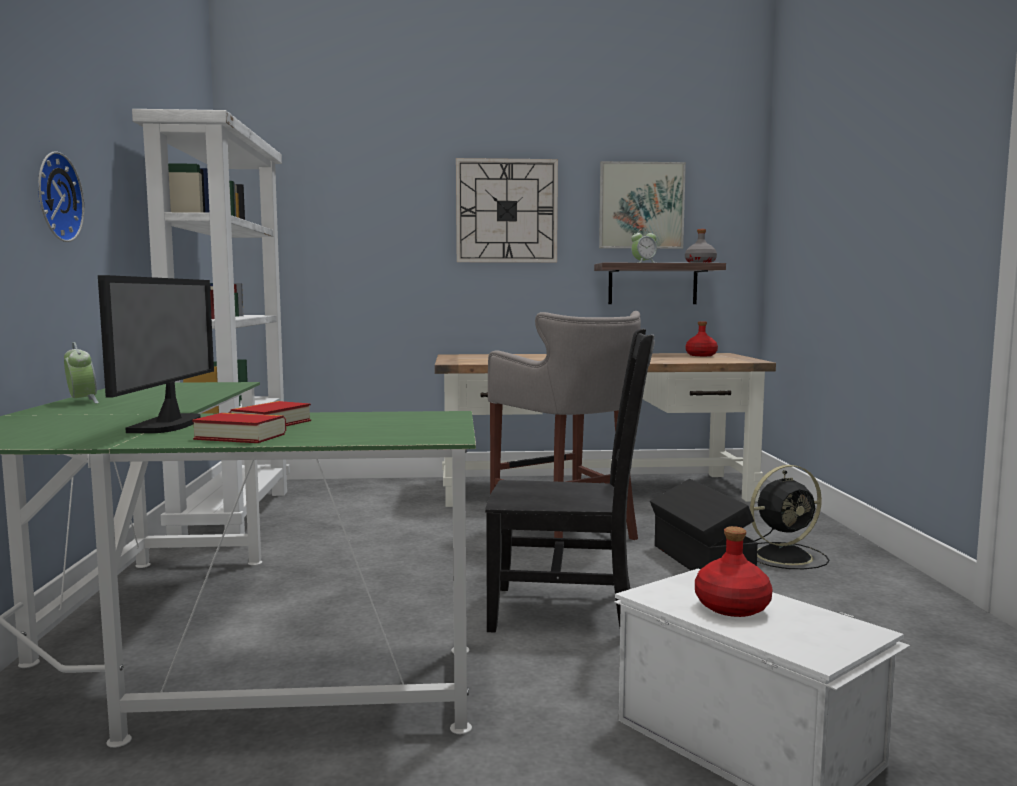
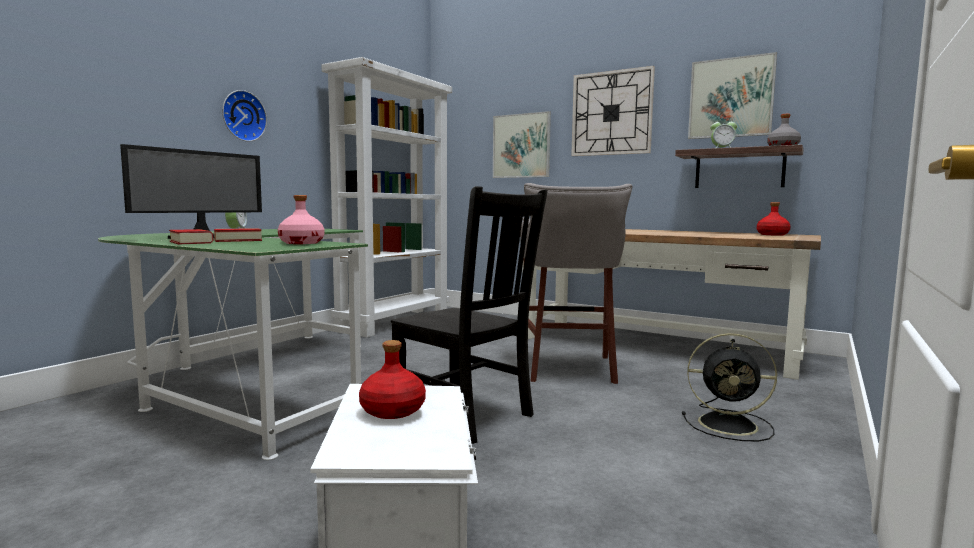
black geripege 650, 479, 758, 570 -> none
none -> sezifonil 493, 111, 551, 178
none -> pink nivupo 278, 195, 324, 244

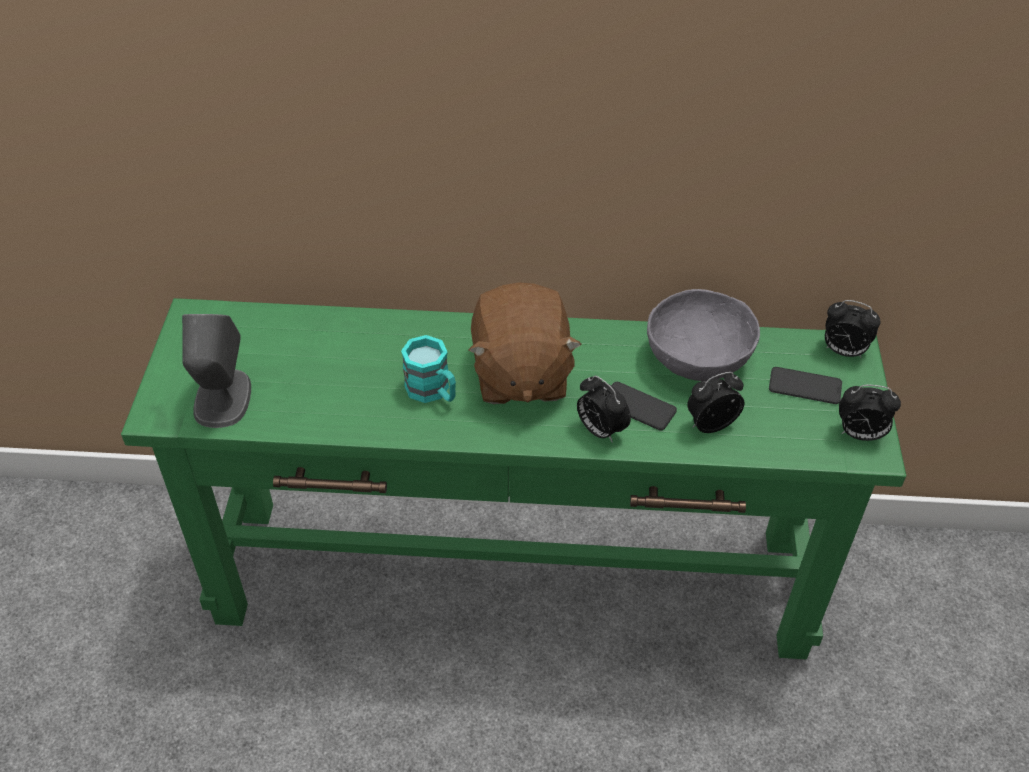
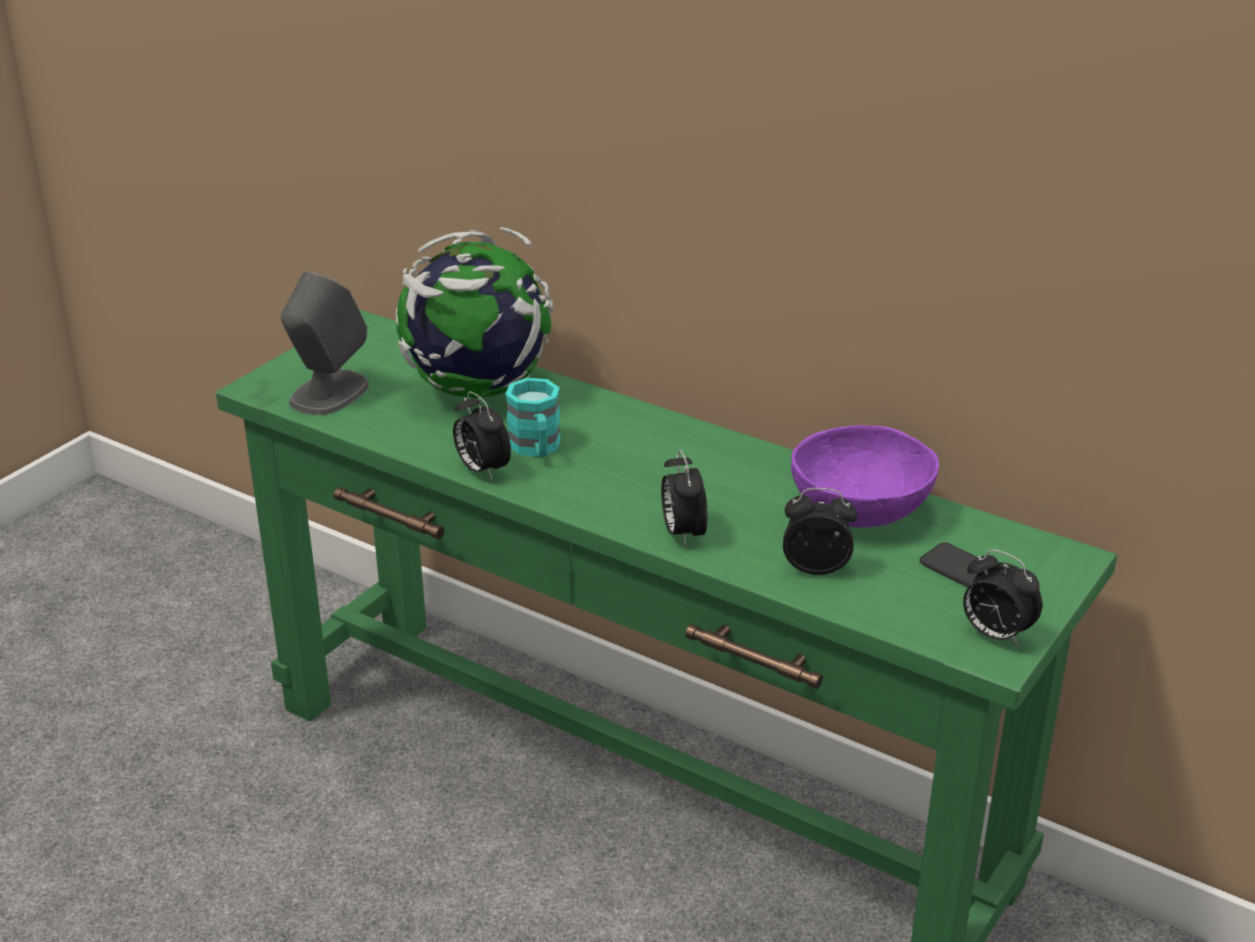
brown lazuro 469, 282, 582, 404 -> none
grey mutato 647, 289, 760, 381 -> purple mutato 791, 425, 939, 528
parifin 825, 300, 881, 358 -> parifin 453, 391, 511, 481, moved
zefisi 611, 382, 677, 430 -> none
none -> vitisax 396, 227, 553, 399

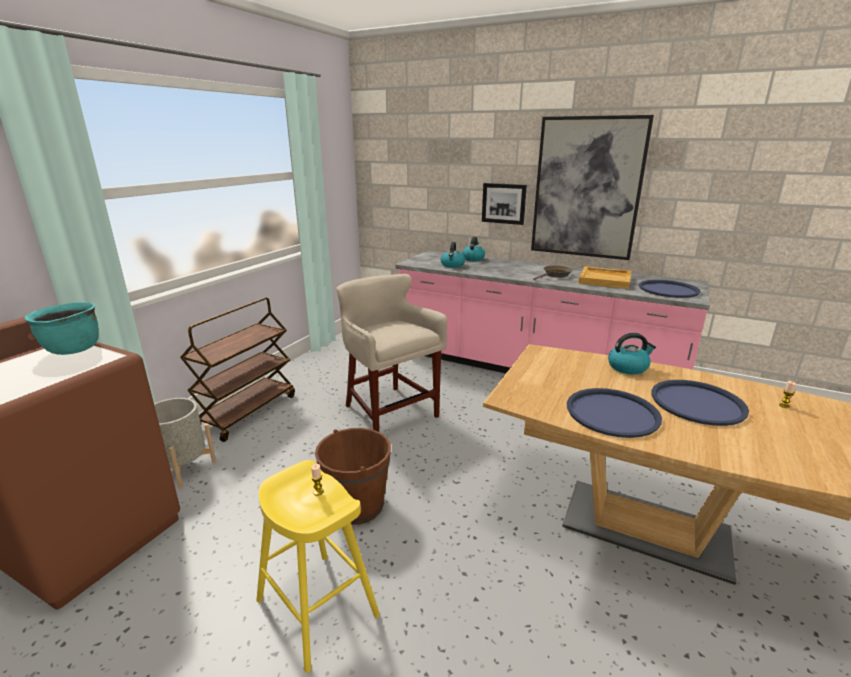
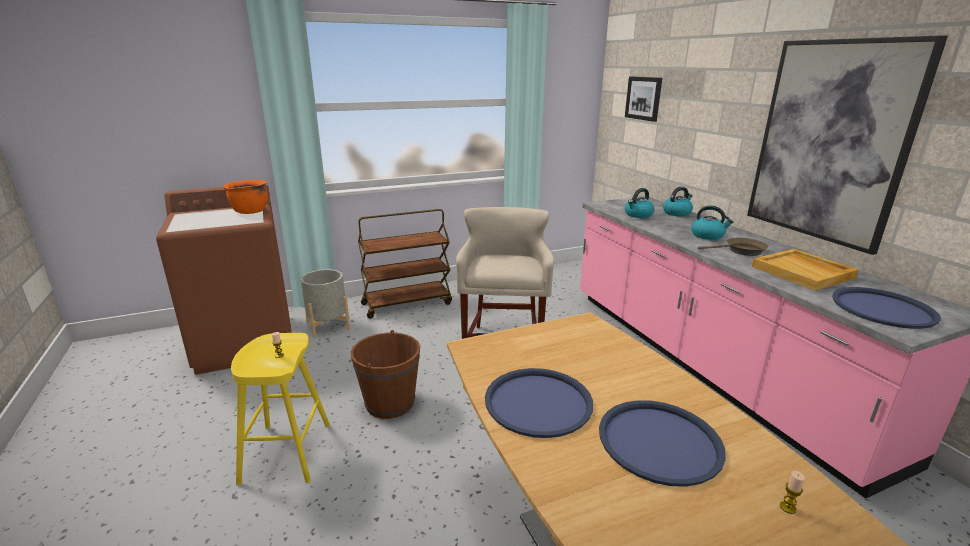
sezifonil 482, 183, 527, 225 -> sezifonil 625, 76, 662, 122, moved
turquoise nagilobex 24, 302, 99, 355 -> orange nagilobex 223, 180, 268, 214
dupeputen 608, 333, 656, 375 -> dupeputen 691, 205, 734, 240, moved

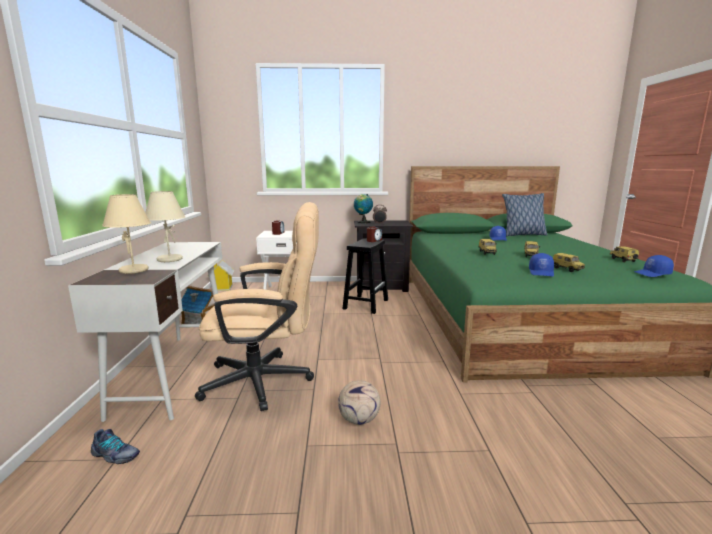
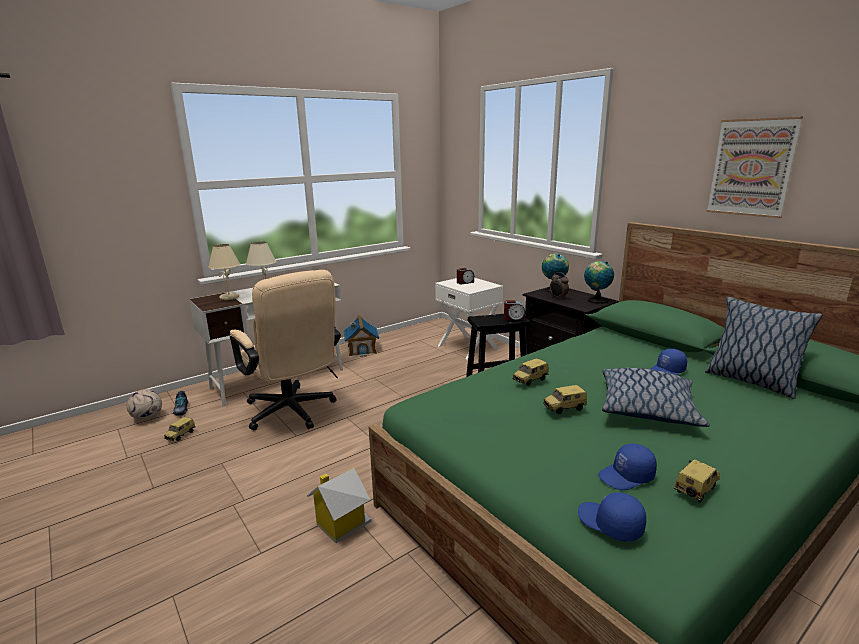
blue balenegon 529, 253, 554, 277 -> blue balenegon 598, 444, 657, 490, moved
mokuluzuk 553, 253, 585, 272 -> mokuluzuk 164, 417, 196, 441, moved
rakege 207, 260, 235, 291 -> rakege 307, 468, 372, 543, moved
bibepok 338, 380, 380, 425 -> bibepok 127, 389, 162, 420, moved
none -> sezifonil 706, 117, 803, 218
none -> vitisax 584, 261, 614, 304
none -> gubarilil 602, 368, 710, 427

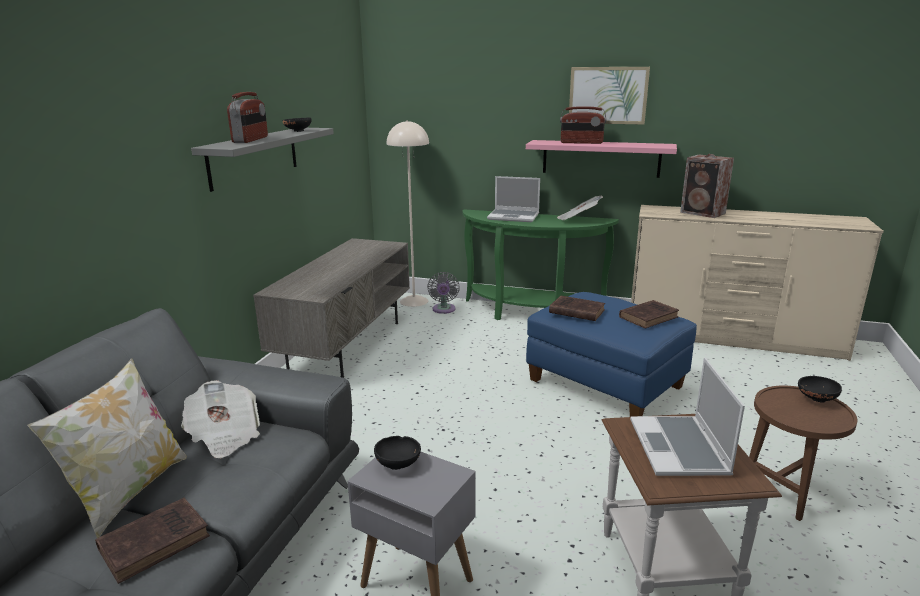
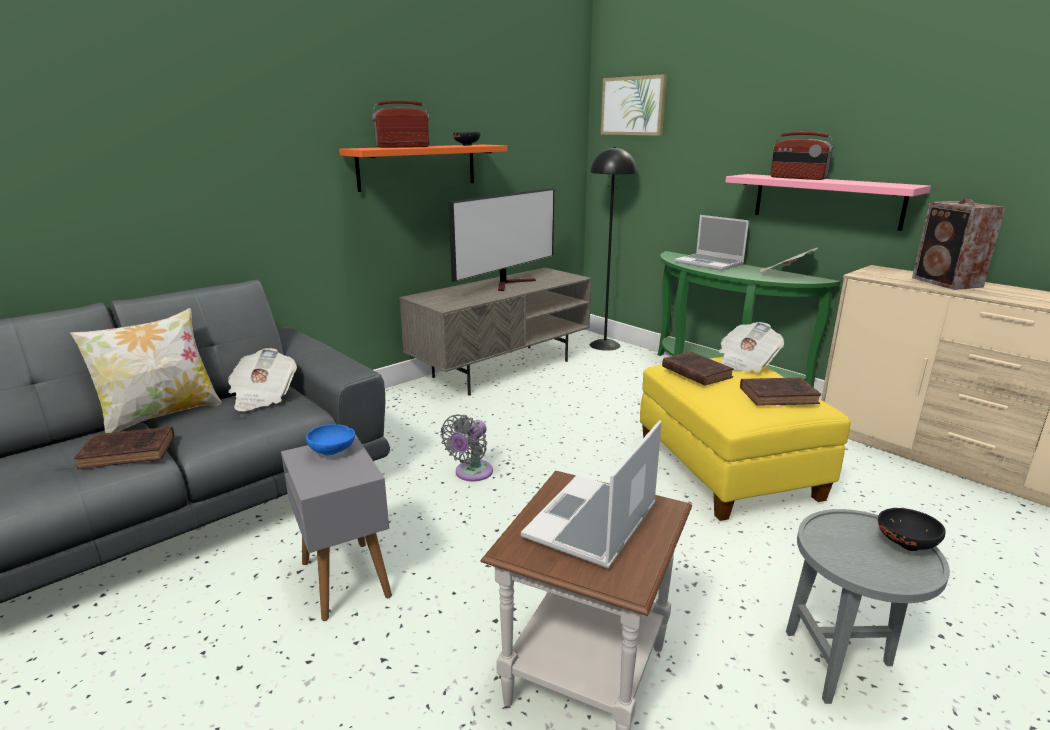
sezifonil 569, 67, 650, 125 -> sezifonil 601, 74, 667, 136, moved
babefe 227, 92, 268, 143 -> babefe 372, 100, 429, 148, 150 degrees counterclockwise
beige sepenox 387, 120, 429, 307 -> black sepenox 590, 147, 637, 351
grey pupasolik 191, 128, 334, 192 -> orange pupasolik 339, 145, 507, 192
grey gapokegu 427, 272, 460, 314 -> grey gapokegu 440, 414, 493, 481, moved
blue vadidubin 526, 292, 697, 417 -> yellow vadidubin 640, 357, 851, 521
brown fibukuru 749, 386, 858, 521 -> grey fibukuru 786, 509, 950, 704
black mutato 374, 436, 421, 470 -> blue mutato 306, 424, 355, 455
none -> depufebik 448, 188, 554, 291
none -> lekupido 718, 322, 784, 372

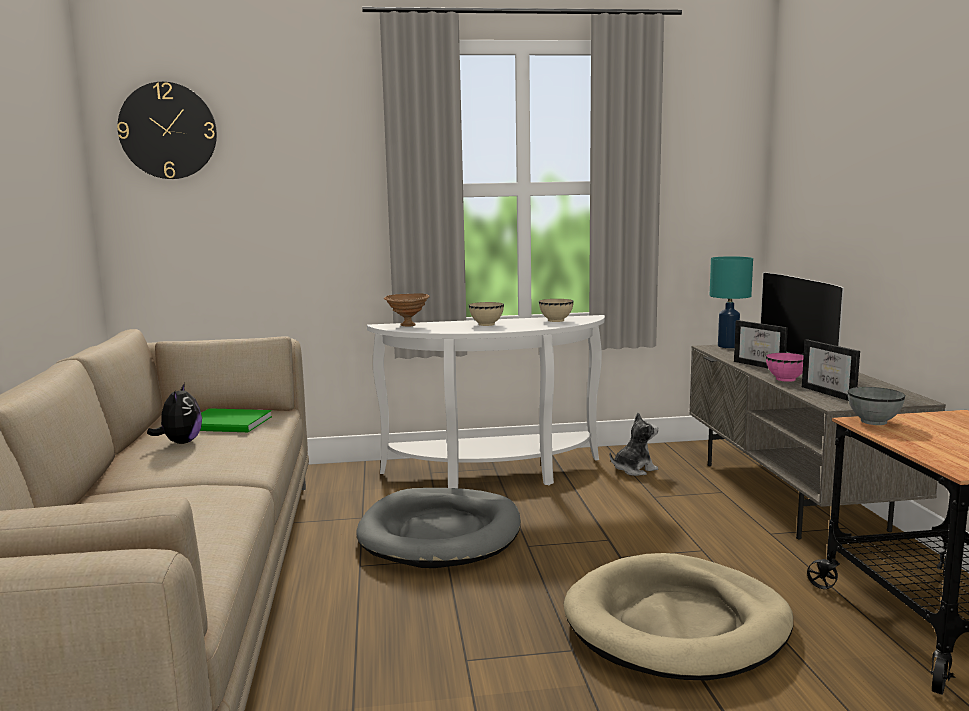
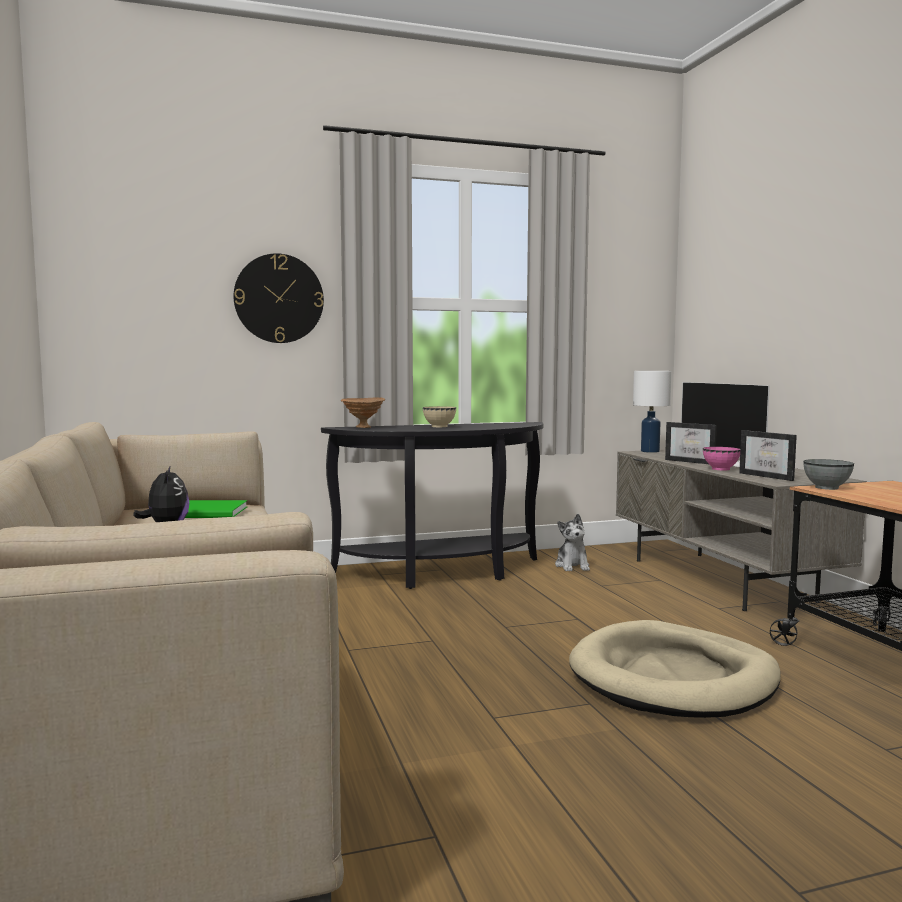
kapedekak 117, 82, 217, 179 -> kapedekak 234, 253, 324, 343, moved
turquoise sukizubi 710, 256, 753, 348 -> white sukizubi 633, 371, 672, 453
beige mutato 539, 299, 574, 322 -> none
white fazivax 367, 315, 605, 488 -> black fazivax 321, 422, 543, 589
lazuro 610, 413, 658, 476 -> lazuro 555, 514, 590, 571, 120 degrees clockwise
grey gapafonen 357, 488, 521, 568 -> none

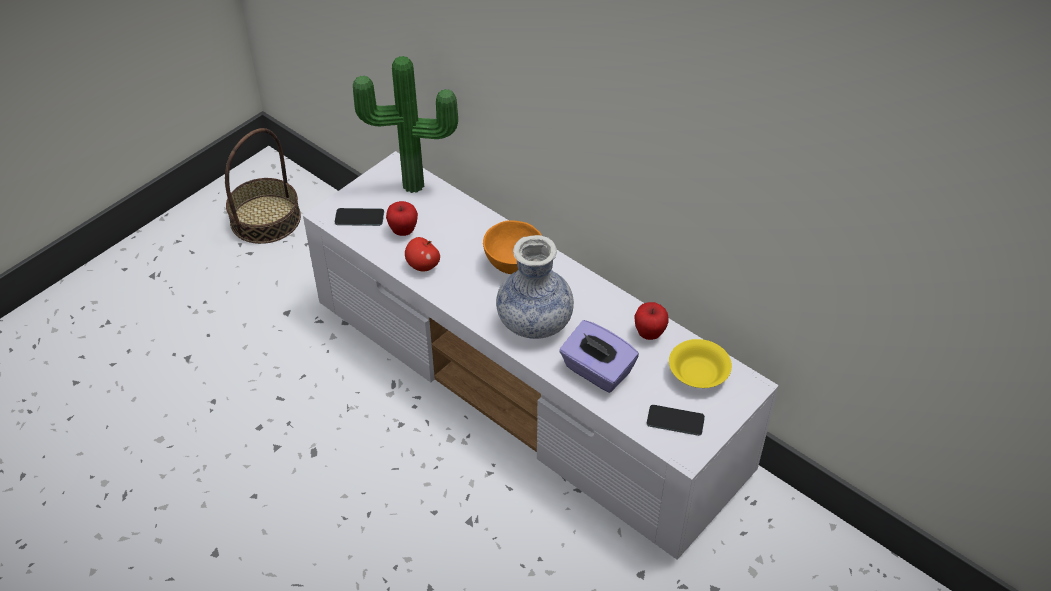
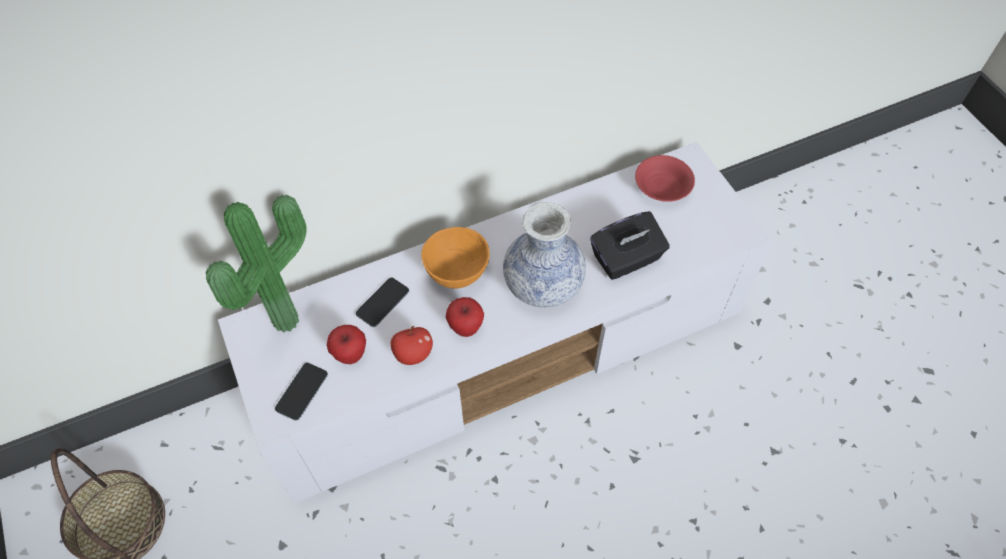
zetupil 634, 302, 669, 340 -> zetupil 445, 297, 484, 337, moved
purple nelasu 559, 320, 639, 393 -> black nelasu 590, 211, 670, 280
yellow mutato 669, 339, 732, 388 -> red mutato 635, 155, 695, 202
zefisi 647, 405, 705, 436 -> zefisi 356, 278, 409, 327, moved

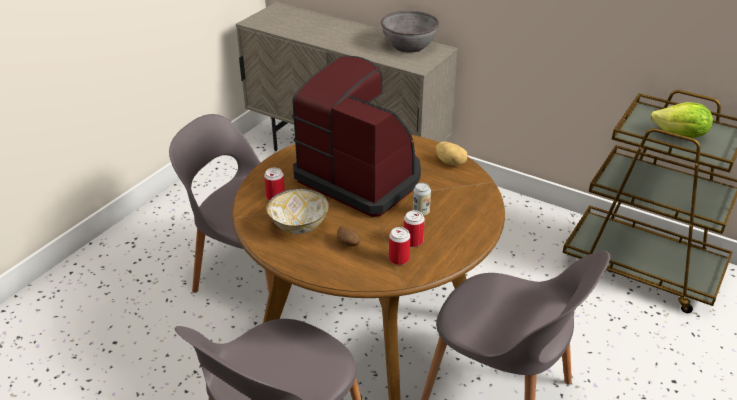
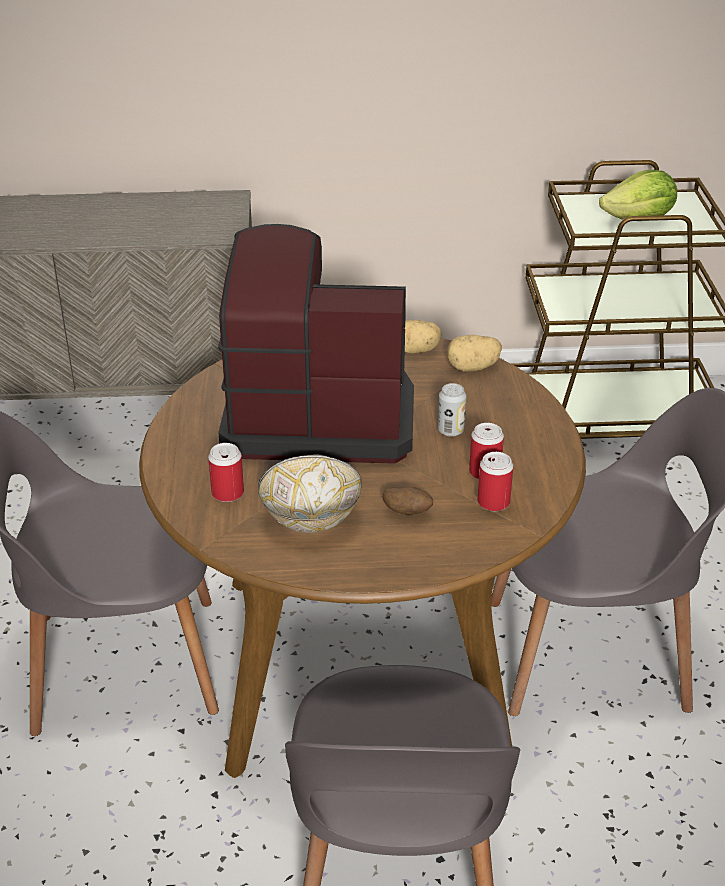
grey mutato 381, 10, 439, 53 -> none
none -> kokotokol 447, 335, 502, 371

